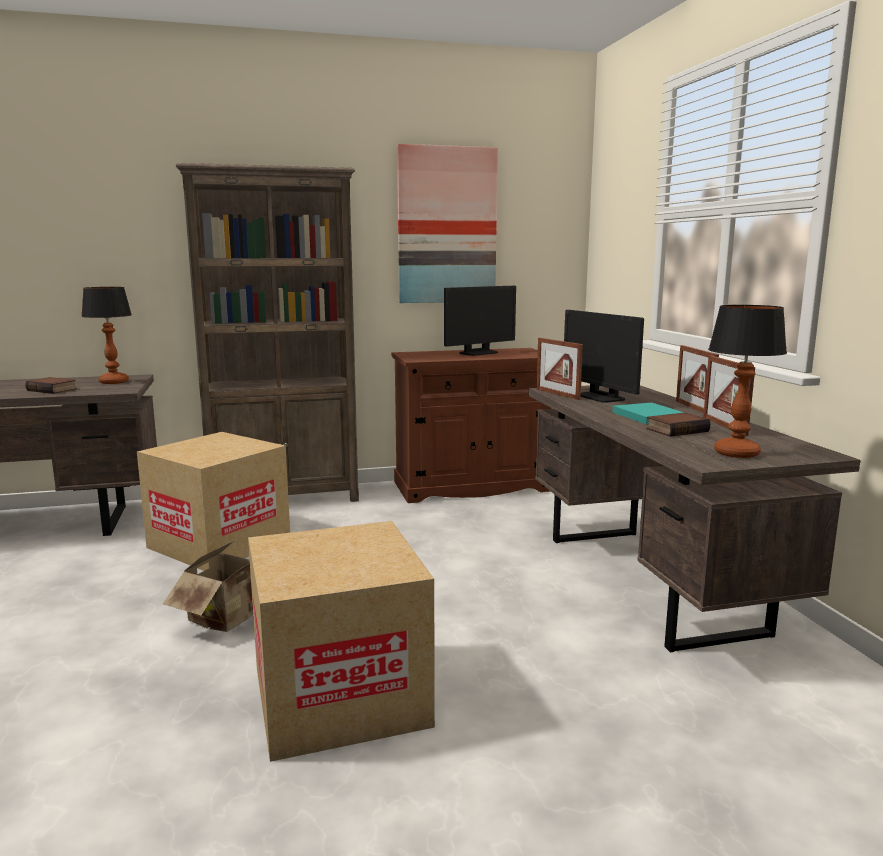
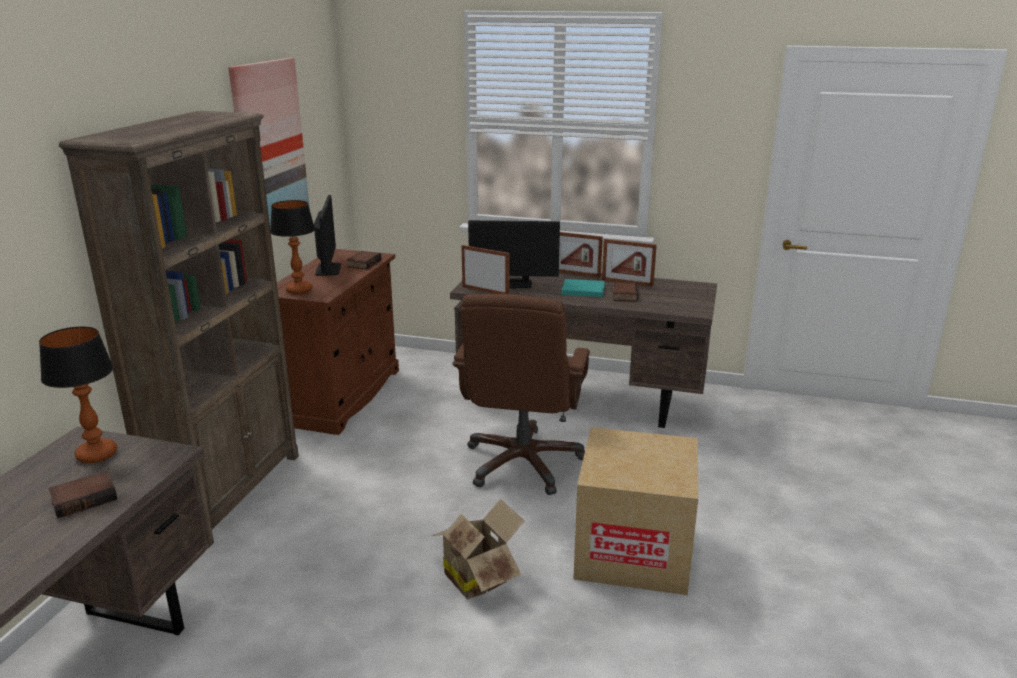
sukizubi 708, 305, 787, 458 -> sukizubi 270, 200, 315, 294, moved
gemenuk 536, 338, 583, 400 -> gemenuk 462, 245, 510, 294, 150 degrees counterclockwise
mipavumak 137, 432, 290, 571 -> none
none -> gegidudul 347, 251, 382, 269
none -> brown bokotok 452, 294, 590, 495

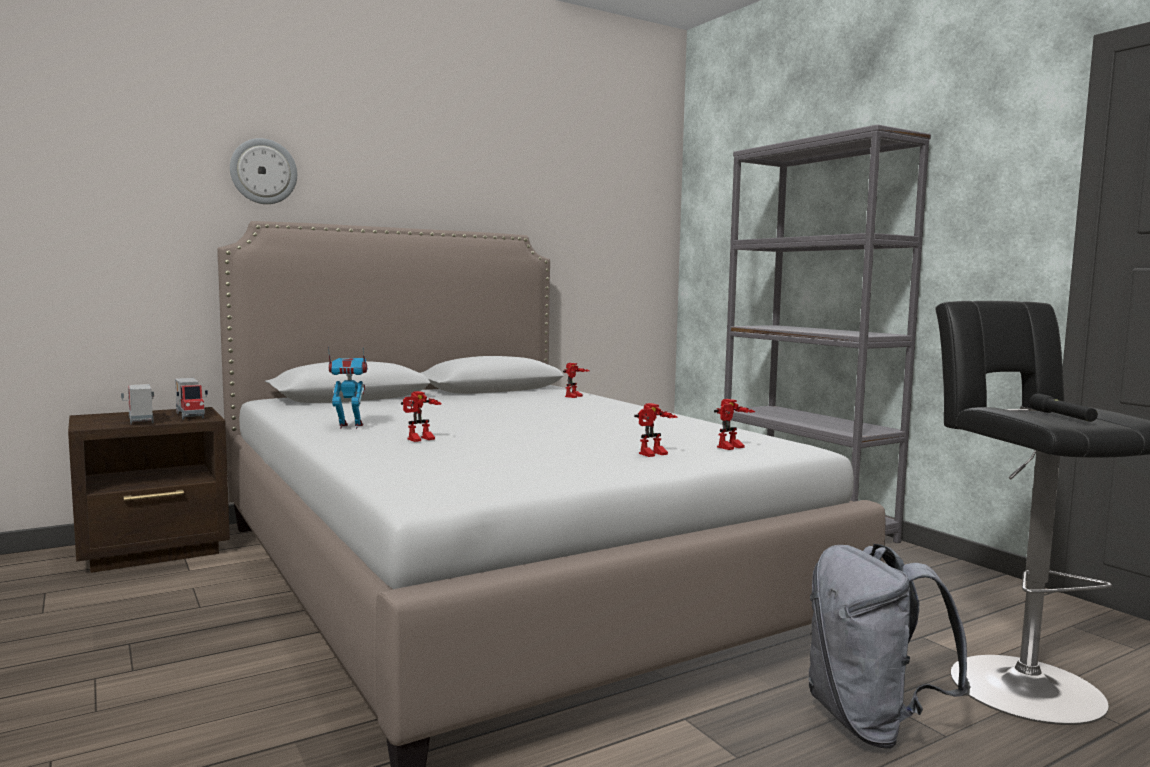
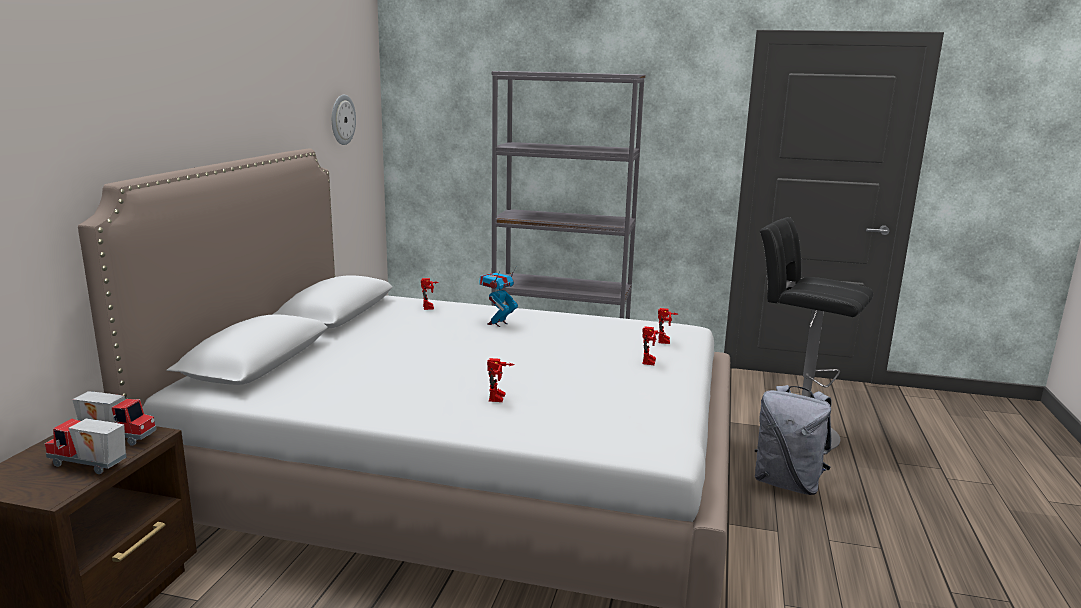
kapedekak 230, 138, 297, 204 -> kapedekak 332, 95, 356, 145, moved
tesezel 328, 347, 368, 429 -> tesezel 479, 267, 518, 327, moved
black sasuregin 1029, 393, 1098, 422 -> none

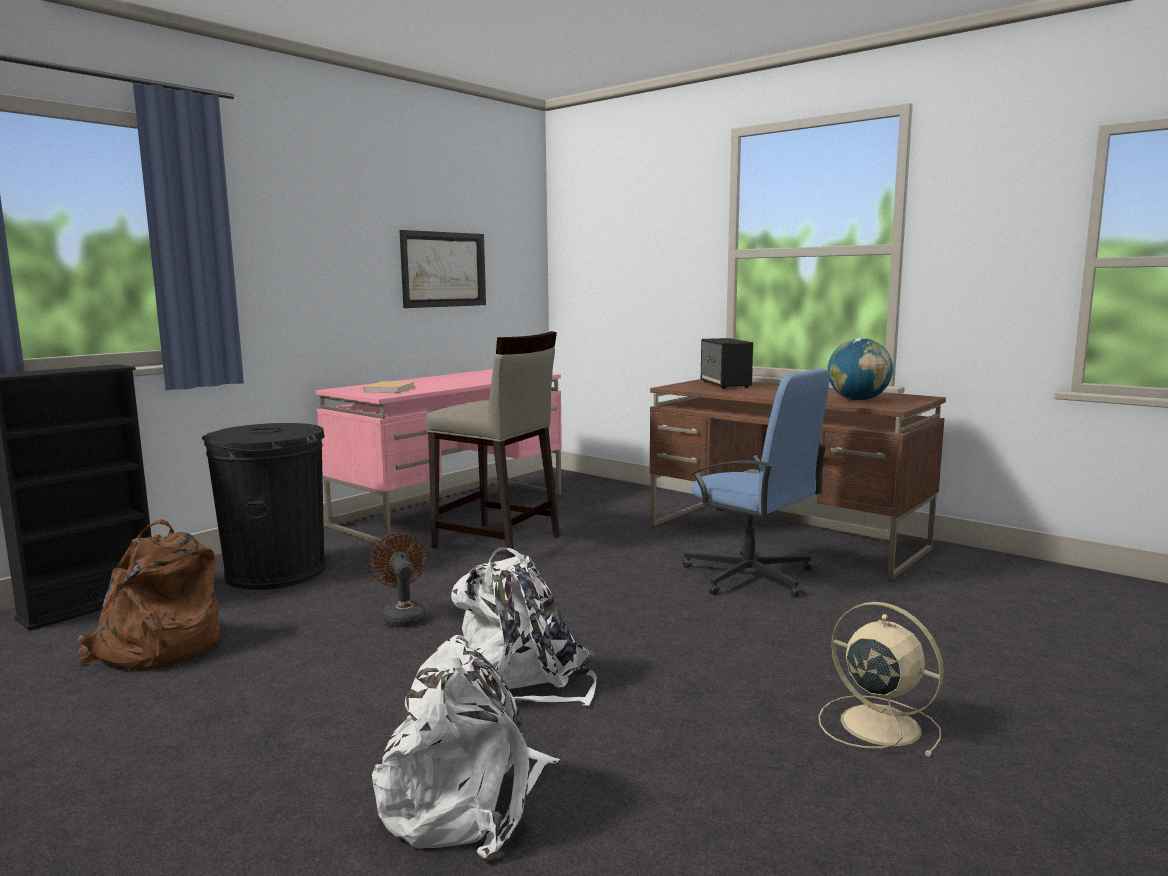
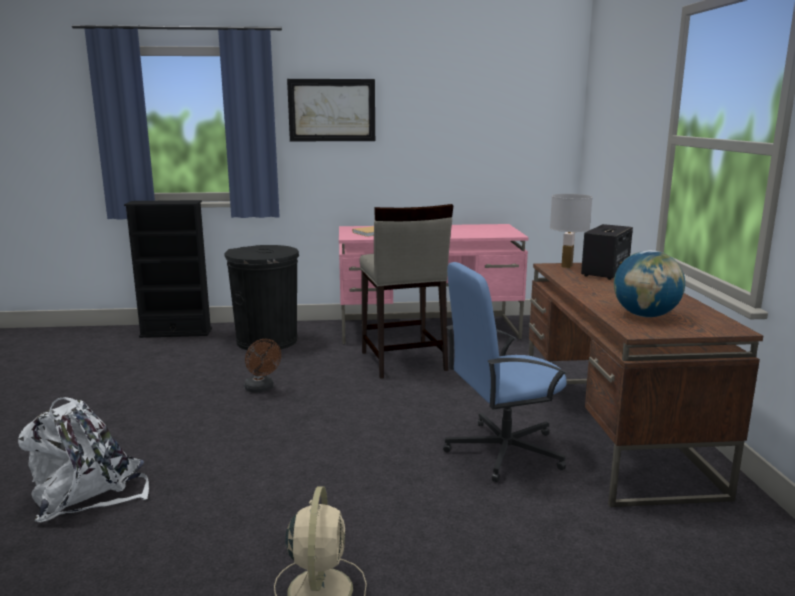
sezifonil 399, 230, 486, 308 -> sezifonil 287, 79, 375, 141, moved
blue bokotok 683, 369, 830, 597 -> blue bokotok 443, 262, 567, 483, 75 degrees clockwise
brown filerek 76, 519, 220, 671 -> none
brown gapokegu 370, 532, 427, 627 -> brown gapokegu 244, 339, 281, 393, 120 degrees clockwise
white filerek 451, 547, 596, 706 -> none
none -> white sukizubi 550, 194, 592, 268

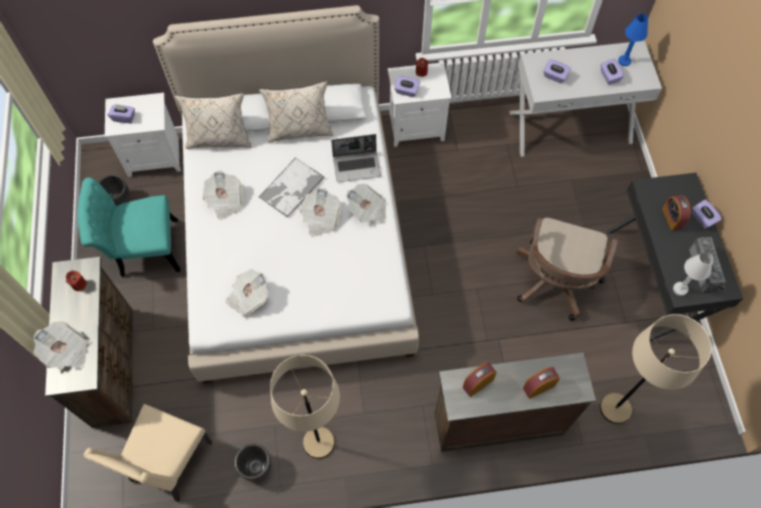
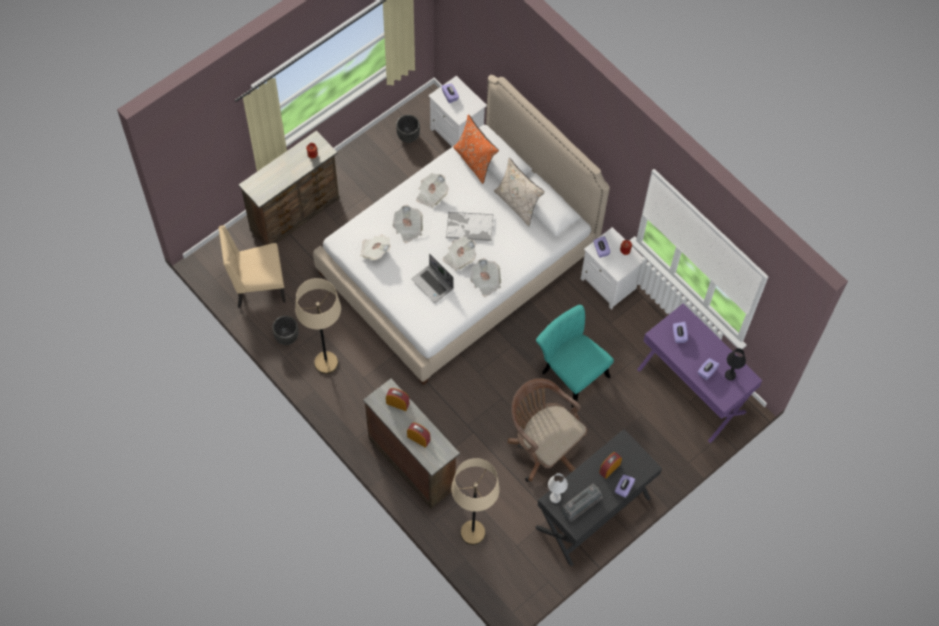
blue sukizubi 618, 14, 648, 66 -> black sukizubi 725, 348, 746, 380
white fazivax 509, 41, 662, 157 -> purple fazivax 637, 303, 762, 443
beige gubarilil 175, 93, 252, 149 -> orange gubarilil 453, 114, 499, 184
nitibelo 331, 134, 381, 182 -> nitibelo 411, 254, 454, 303, moved
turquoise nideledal 78, 177, 181, 277 -> turquoise nideledal 536, 305, 614, 408, moved
brown bokotok 516, 218, 618, 321 -> brown bokotok 508, 378, 587, 482, 60 degrees clockwise
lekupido 34, 322, 89, 370 -> lekupido 393, 205, 423, 243, moved

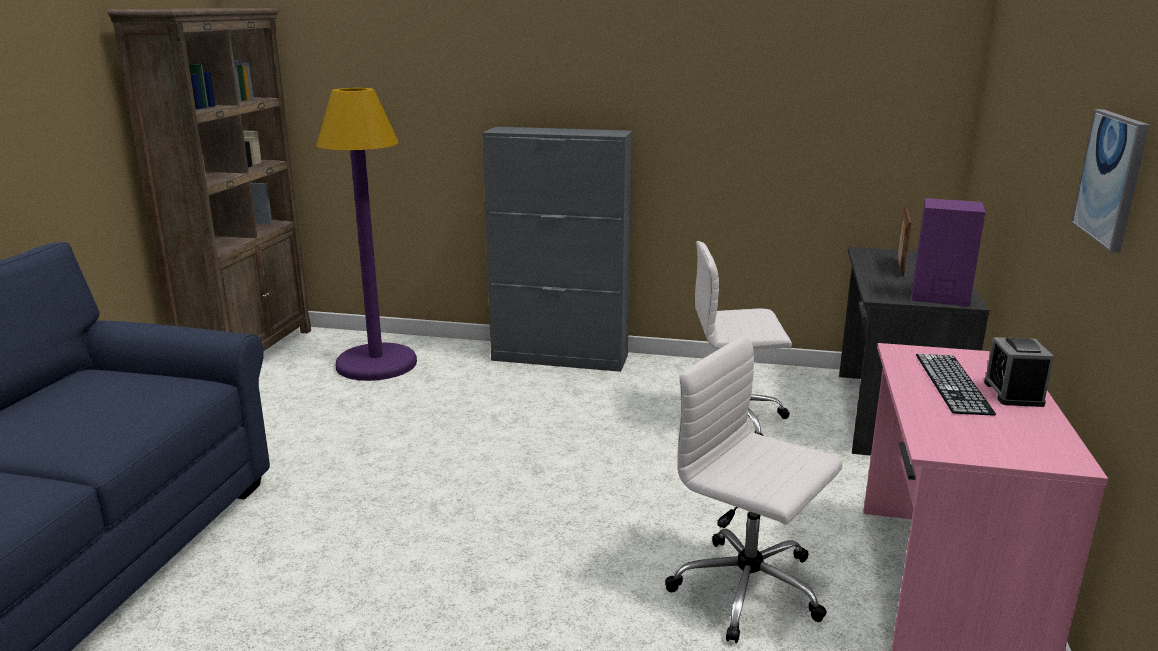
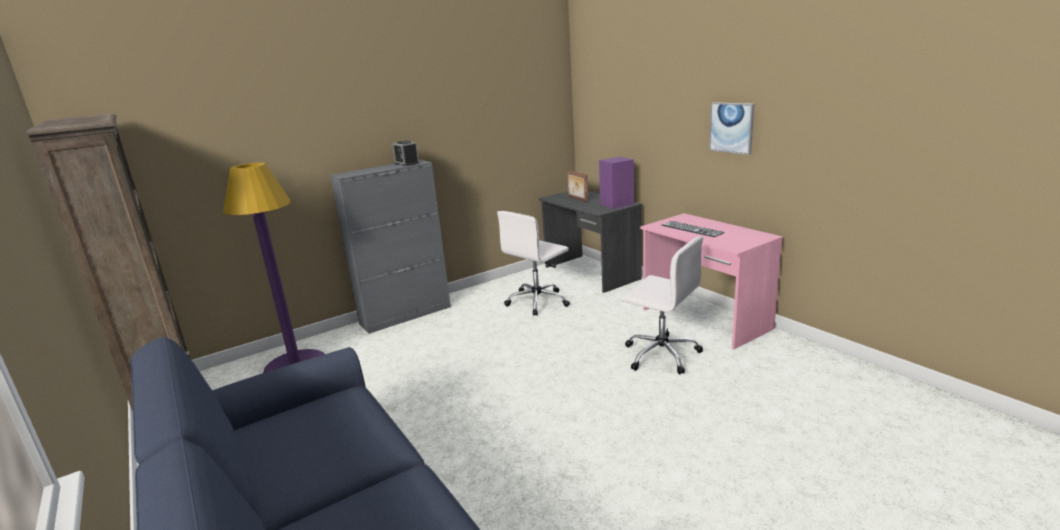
white bokotok 665, 335, 842, 643 -> white bokotok 621, 236, 703, 375, 135 degrees counterclockwise
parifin 984, 337, 1054, 407 -> parifin 392, 140, 419, 166, moved

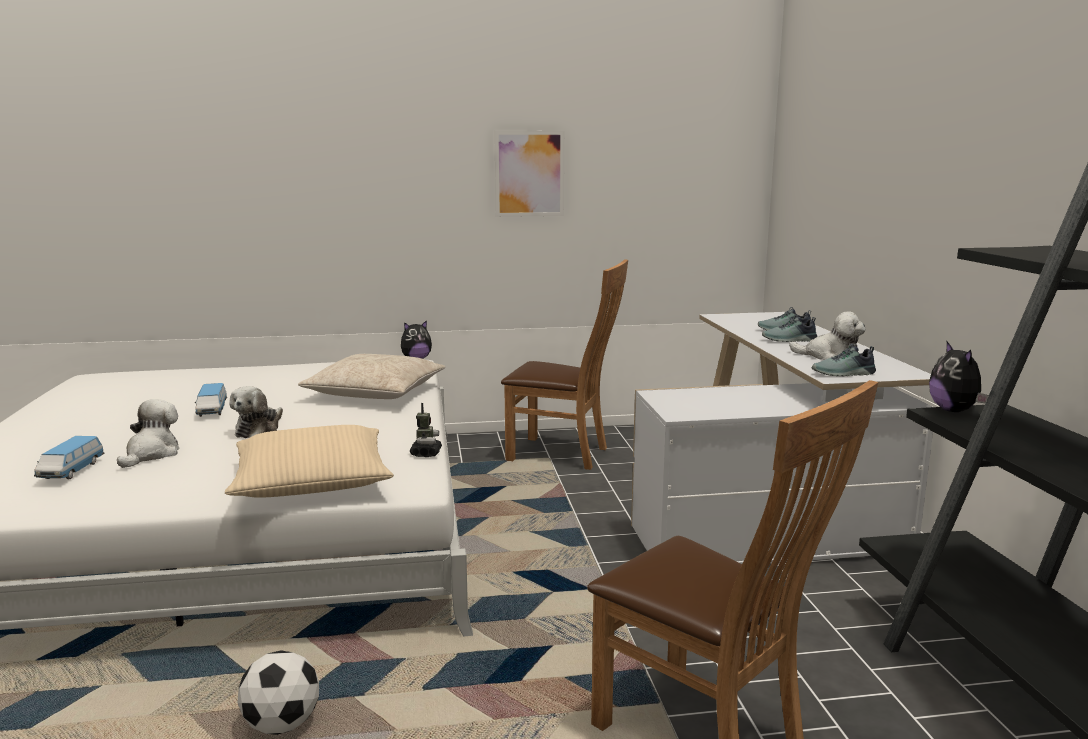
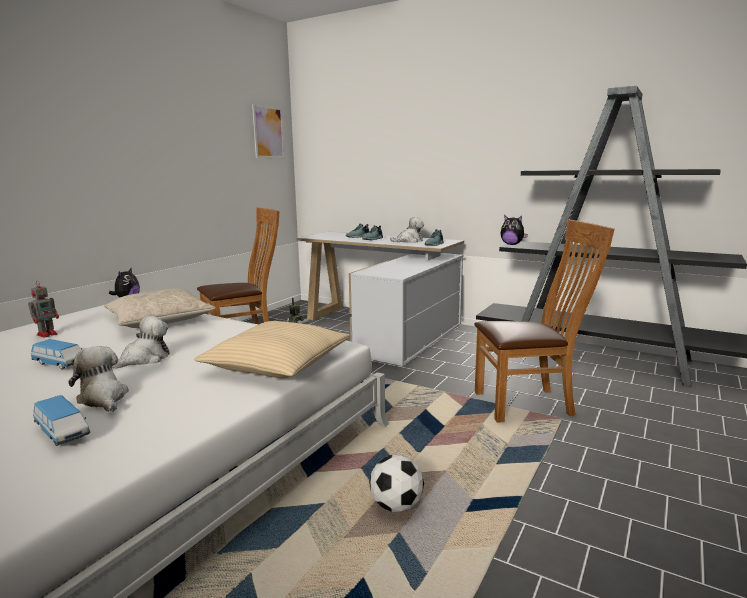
sezifonil 494, 131, 564, 217 -> sezifonil 252, 104, 285, 158, moved
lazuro 229, 386, 283, 438 -> lazuro 112, 316, 170, 368, 105 degrees counterclockwise
none -> tesezel 28, 281, 59, 338

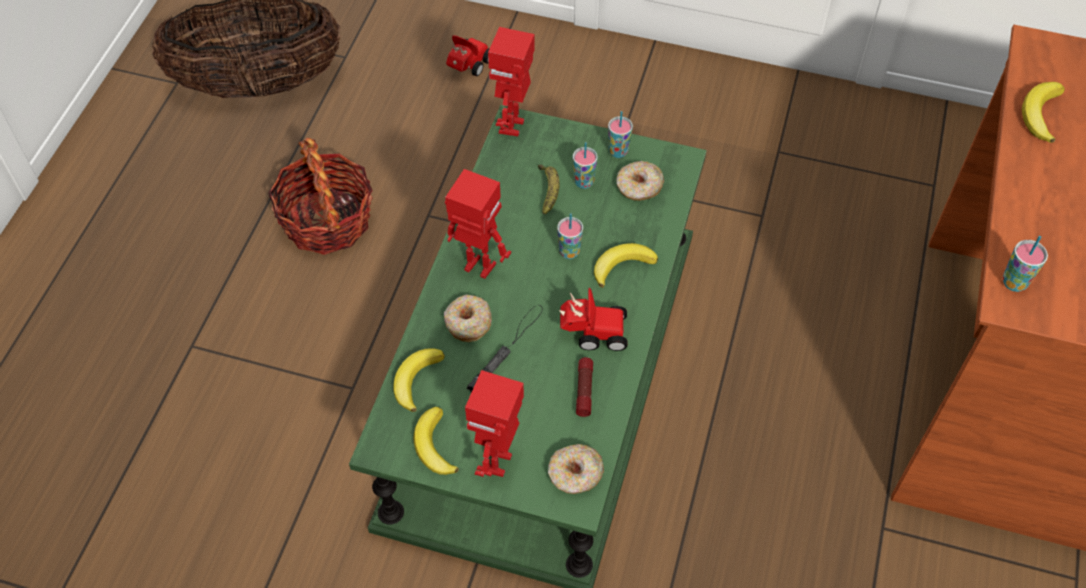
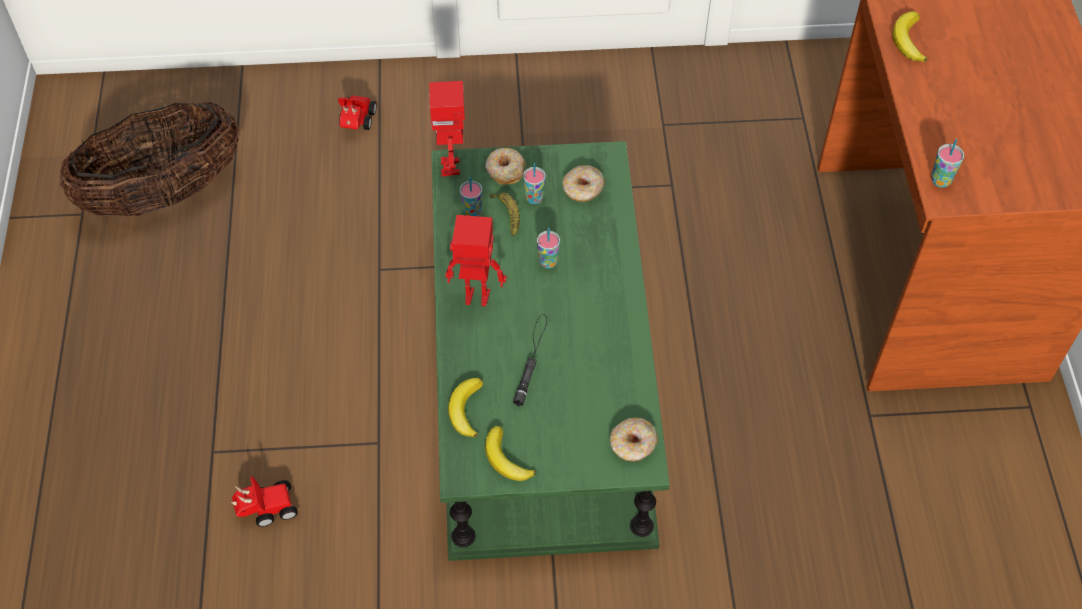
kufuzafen 608, 111, 633, 158 -> kufuzafen 460, 177, 482, 216, moved
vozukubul 268, 138, 373, 255 -> none
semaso 594, 243, 658, 288 -> none
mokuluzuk 559, 288, 628, 351 -> mokuluzuk 231, 476, 298, 527, moved
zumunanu 444, 295, 492, 342 -> zumunanu 485, 148, 526, 185, moved
sasuregin 576, 357, 593, 417 -> none
tesezel 465, 370, 524, 477 -> none

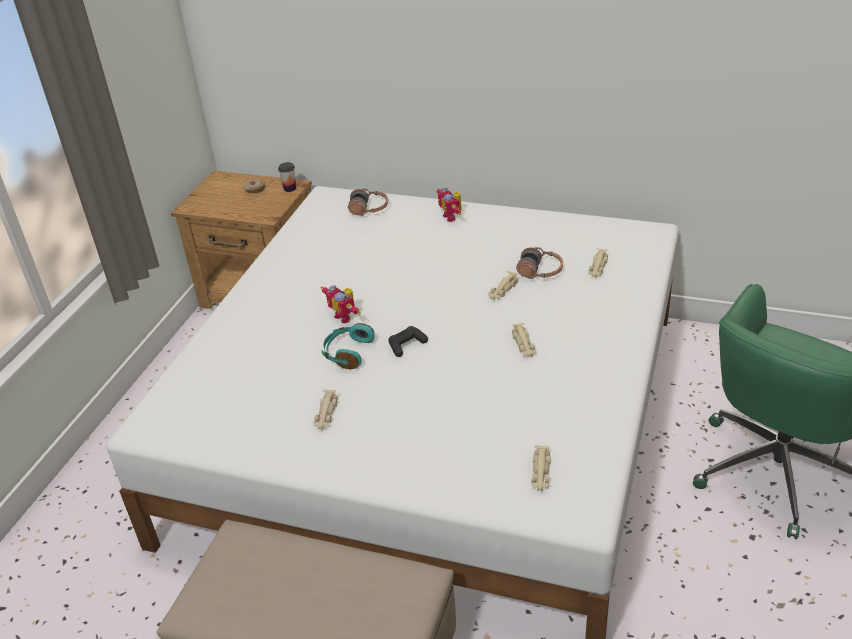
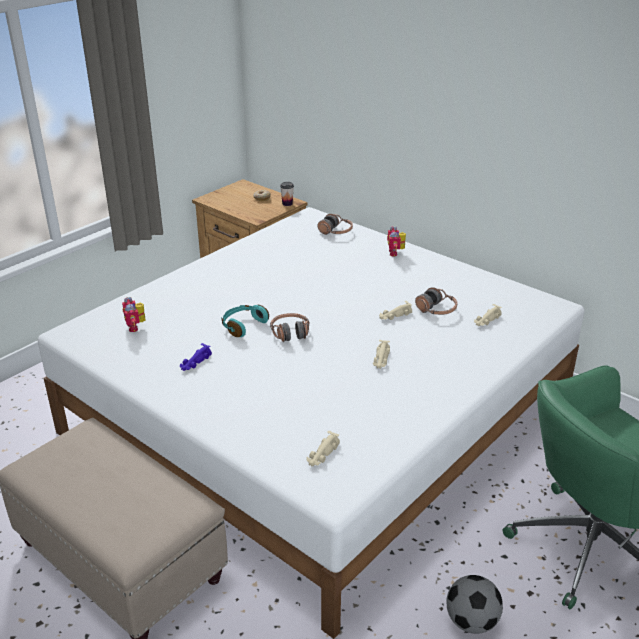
tesezel 321, 285, 360, 323 -> tesezel 122, 297, 145, 332, moved
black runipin 388, 326, 428, 357 -> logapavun 270, 313, 309, 342
beige mokuluzuk 313, 390, 338, 429 -> purple mokuluzuk 180, 343, 212, 371
none -> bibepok 446, 575, 503, 634

